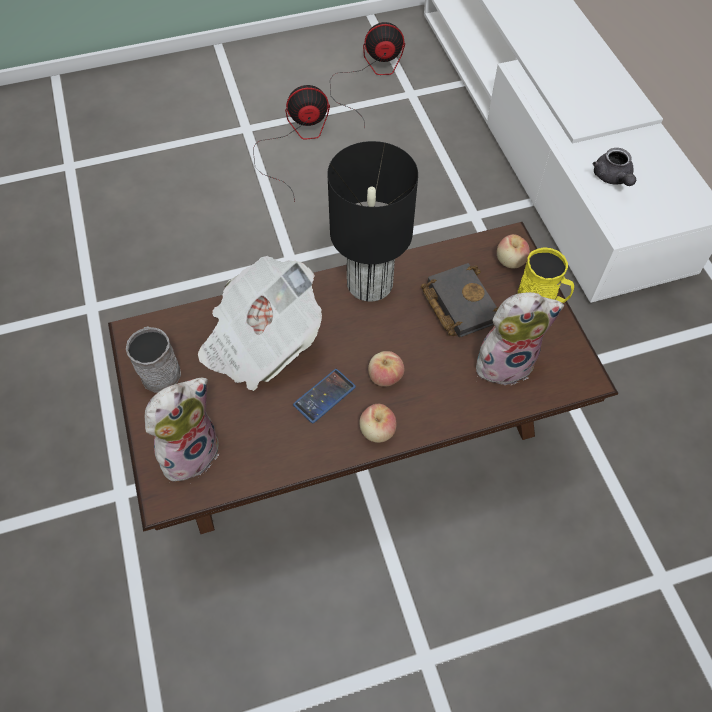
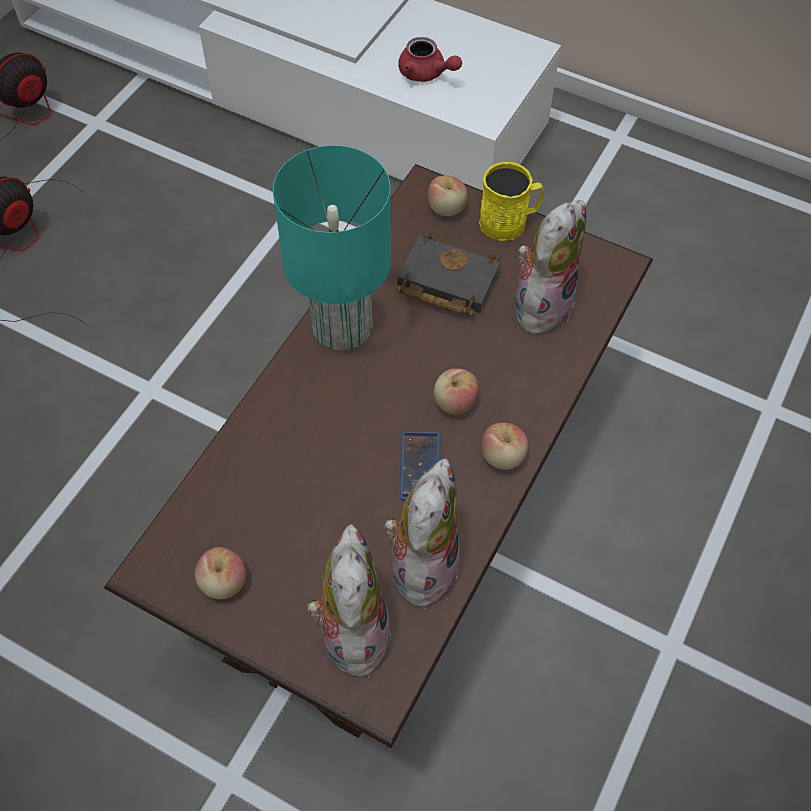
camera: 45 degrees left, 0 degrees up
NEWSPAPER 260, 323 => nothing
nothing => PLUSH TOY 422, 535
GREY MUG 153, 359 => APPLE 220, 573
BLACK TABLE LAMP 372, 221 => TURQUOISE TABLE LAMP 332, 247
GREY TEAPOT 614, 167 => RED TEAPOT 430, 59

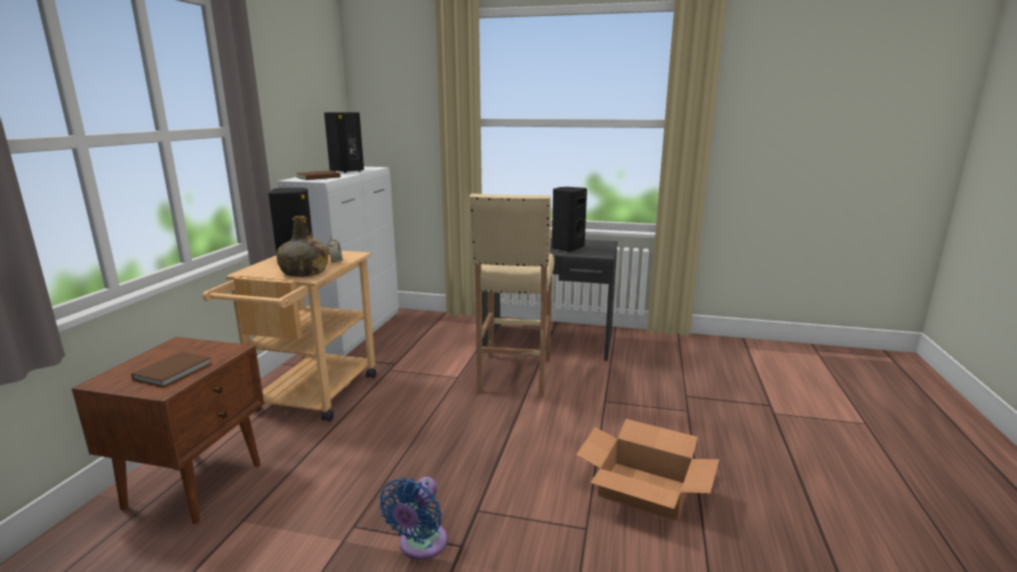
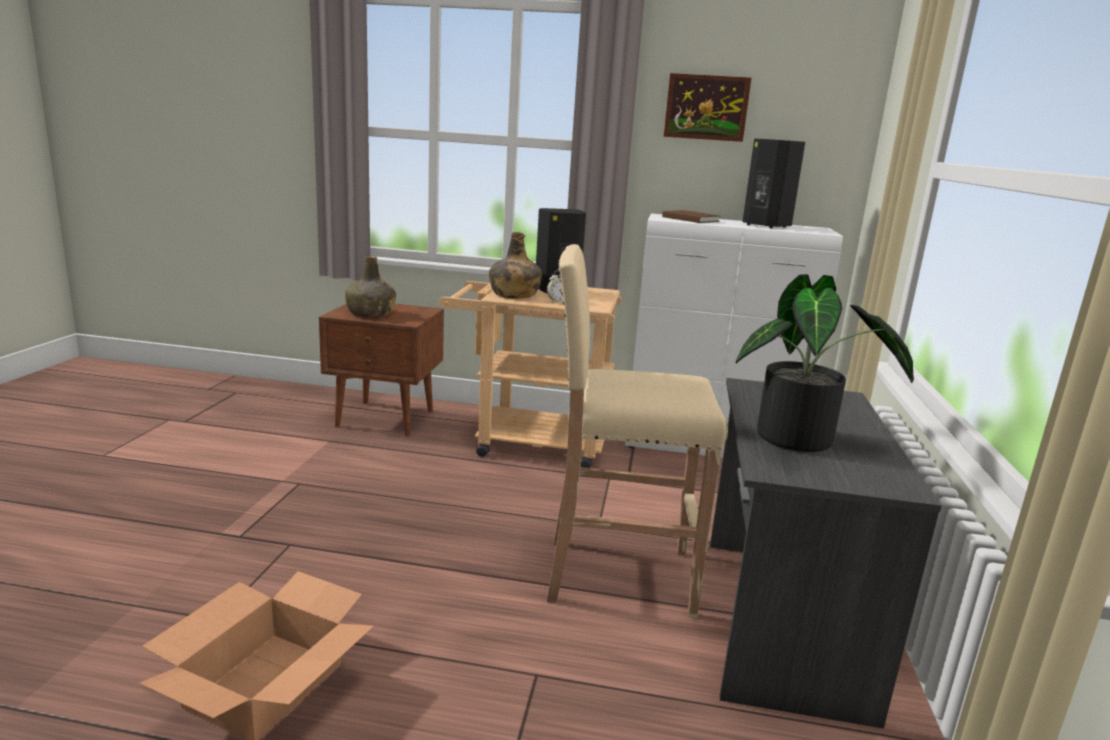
camera: 85 degrees right, 0 degrees up
BLUE FAN 413, 518 => nothing
nothing => PICTURE 707, 107
BROWN BOOK 171, 369 => GREEN BOTTLE 370, 287
BLACK SPEAKER 569, 219 => POTTED PLANT 825, 363

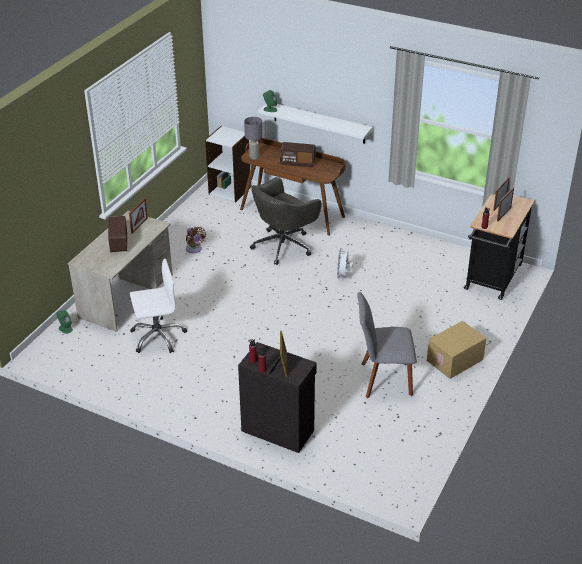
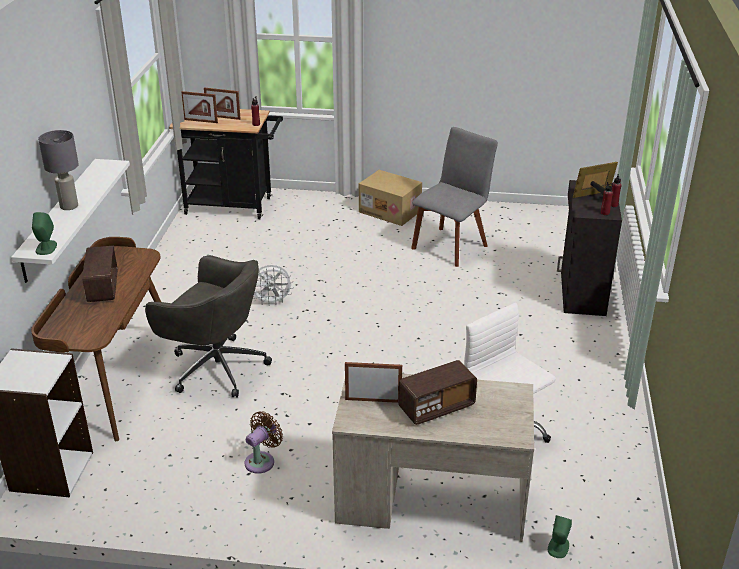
camera: 110 degrees left, 5 degrees down
GREY TABLE LAMP 253, 138 => GREY TABLE LAMP 58, 170, move
GREY CHAIR 387, 345 => GREY CHAIR 454, 197, 120 degrees counterclockwise

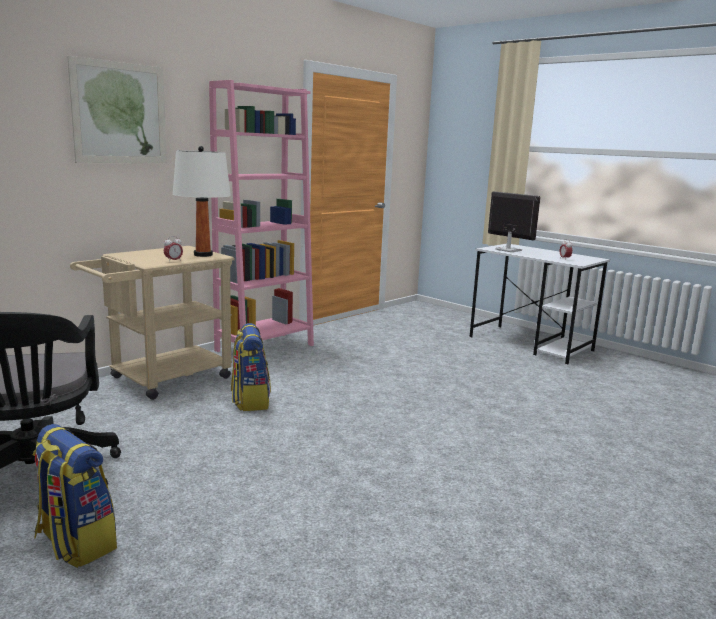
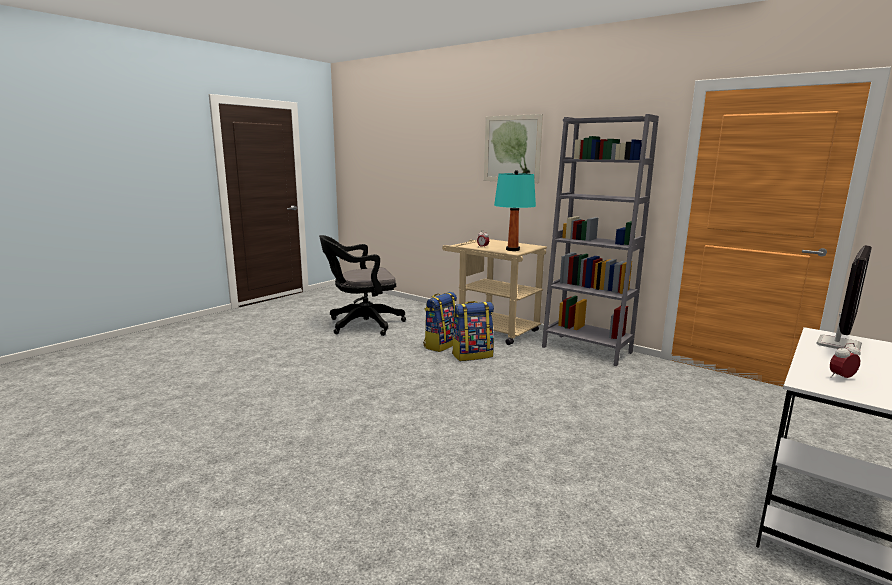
camera: 85 degrees right, 0 degrees up
BACKPACK 75, 496 => BACKPACK 440, 322, move
WHITE TABLE LAMP 202, 201 => TURQUOISE TABLE LAMP 515, 210
PINK BOOKCASE 261, 216 => GREY BOOKCASE 600, 240

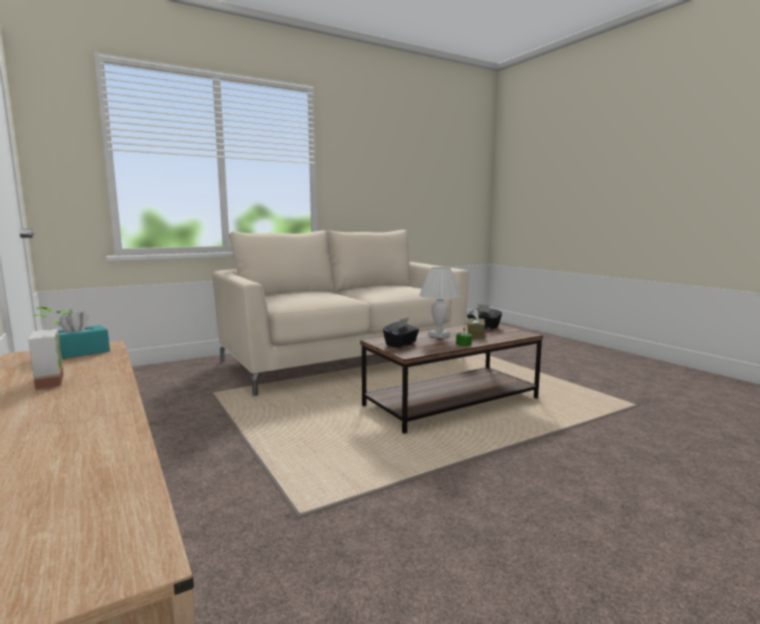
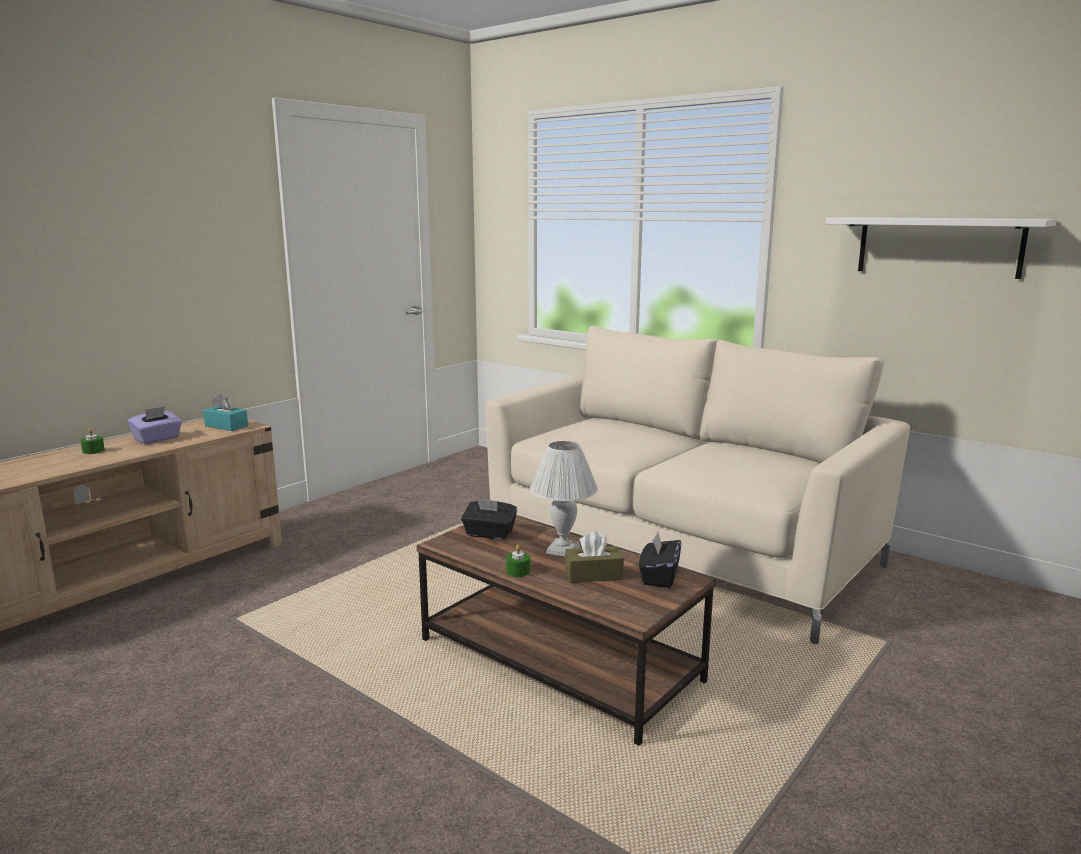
camera: 70 degrees right, 5 degrees up
nothing => GREEN CANDLE 92, 441
nothing => WHITE SHELF 941, 248
POTTED PLANT 51, 348 => PURPLE TISSUE BOX 154, 425

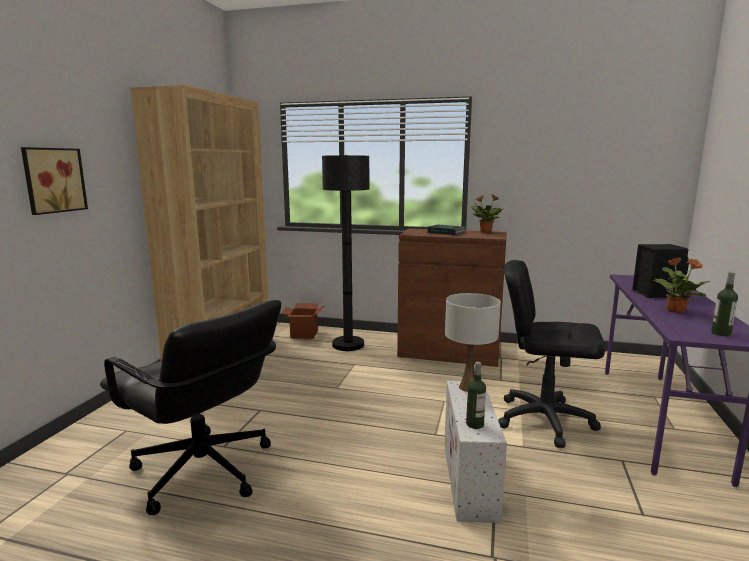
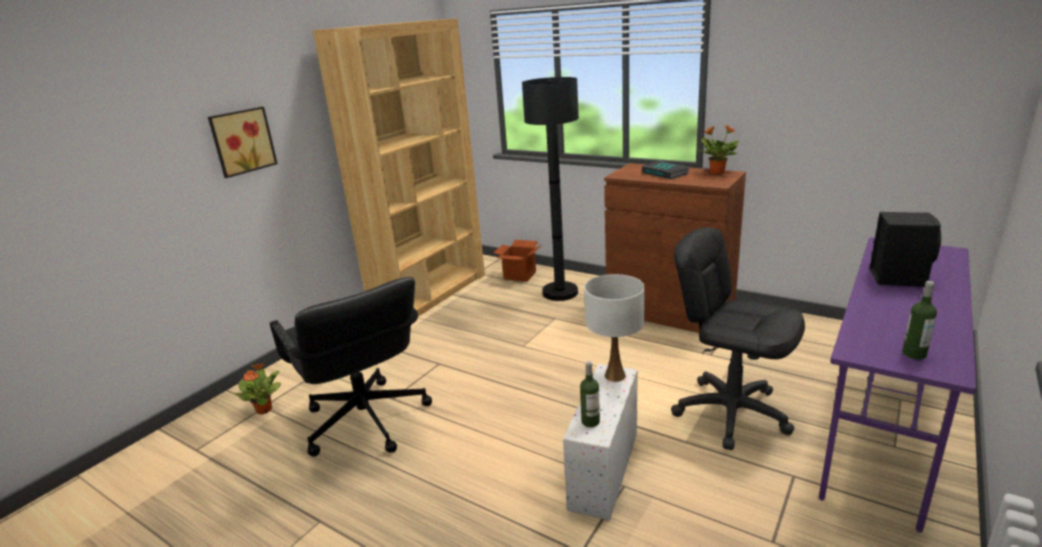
camera: 20 degrees right, 10 degrees up
POTTED PLANT 681, 285 => POTTED PLANT 257, 388, move

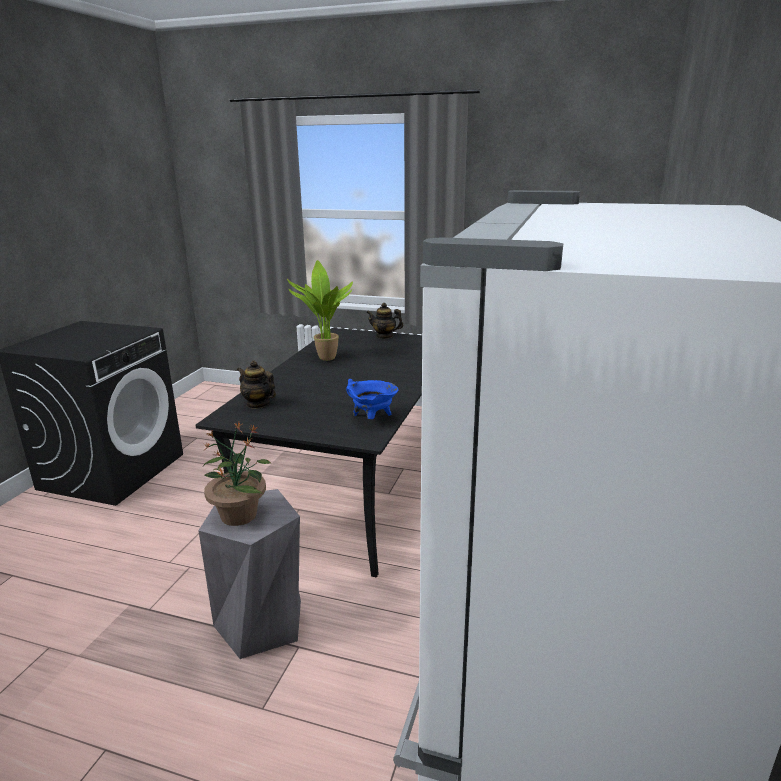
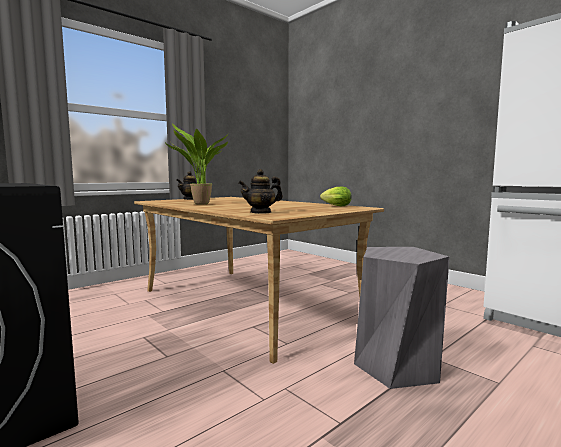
camera: 60 degrees left, 15 degrees down
POTTED PLANT 237, 474 => nothing
BLUE COOKING POT 372, 399 => LETTUCE 336, 196
BLACK DINING TABLE 308, 452 => BEIGE DINING TABLE 259, 280

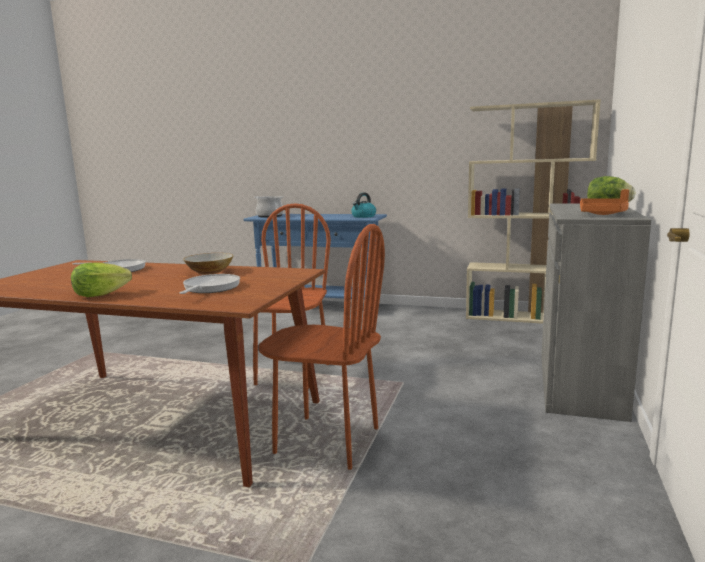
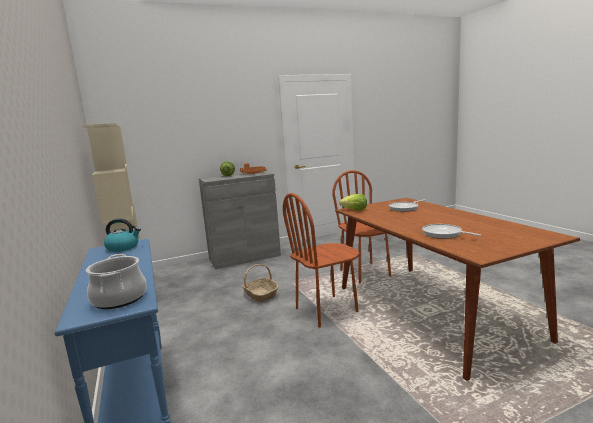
camera: 130 degrees left, 0 degrees up
BOWL 208, 264 => nothing
nothing => BASKET 260, 283
LETTUCE 101, 279 => LETTUCE 353, 202, move

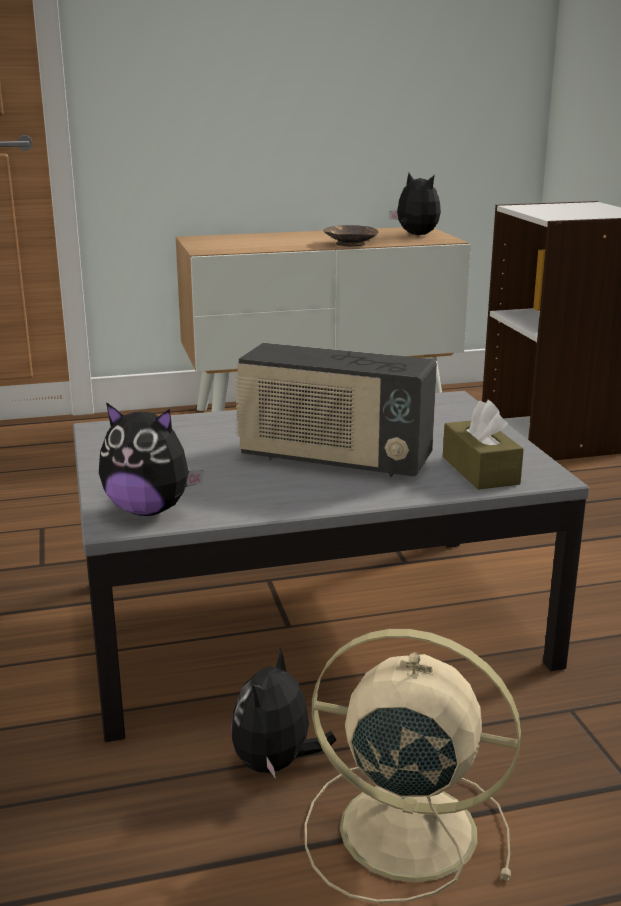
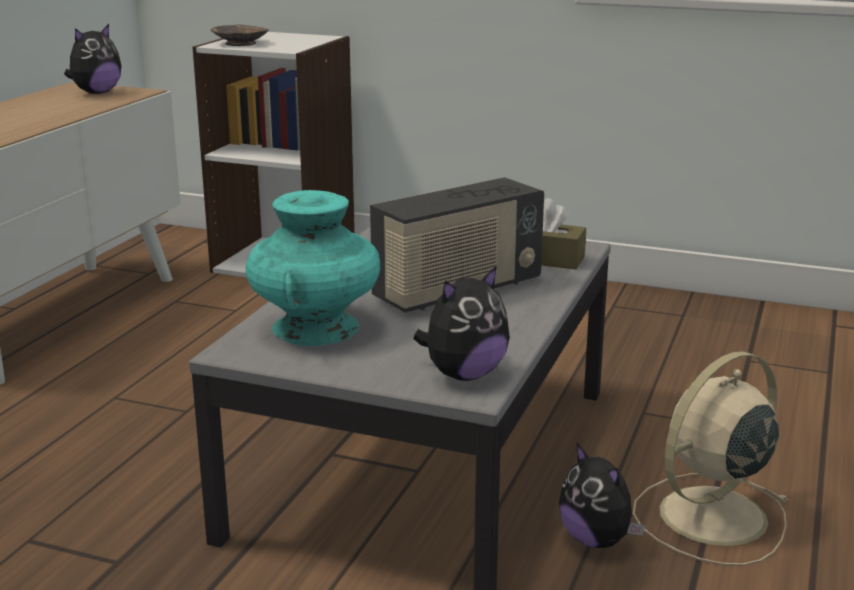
camera: 55 degrees left, 0 degrees up
nothing => TURQUOISE VASE 312, 268
BROWN BOWL 350, 235 => BROWN BOWL 240, 35, move
PLUSH TOY 415, 204 => PLUSH TOY 92, 59, 135 degrees clockwise

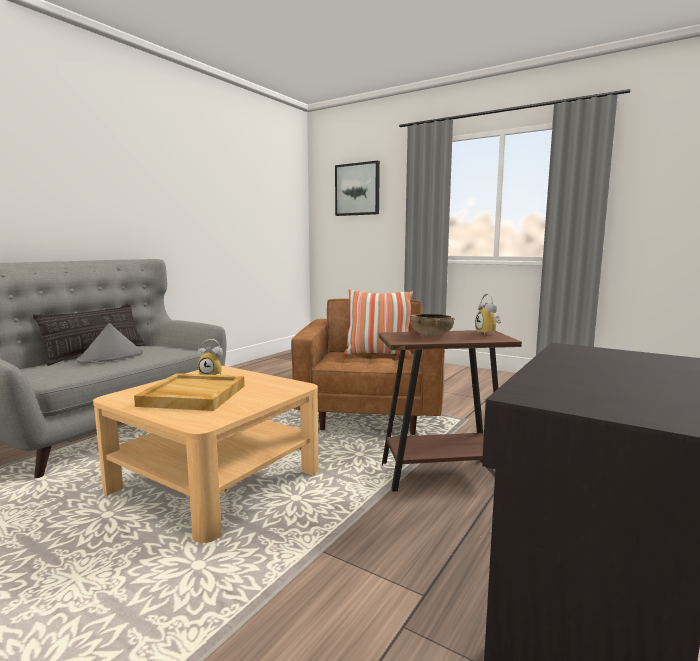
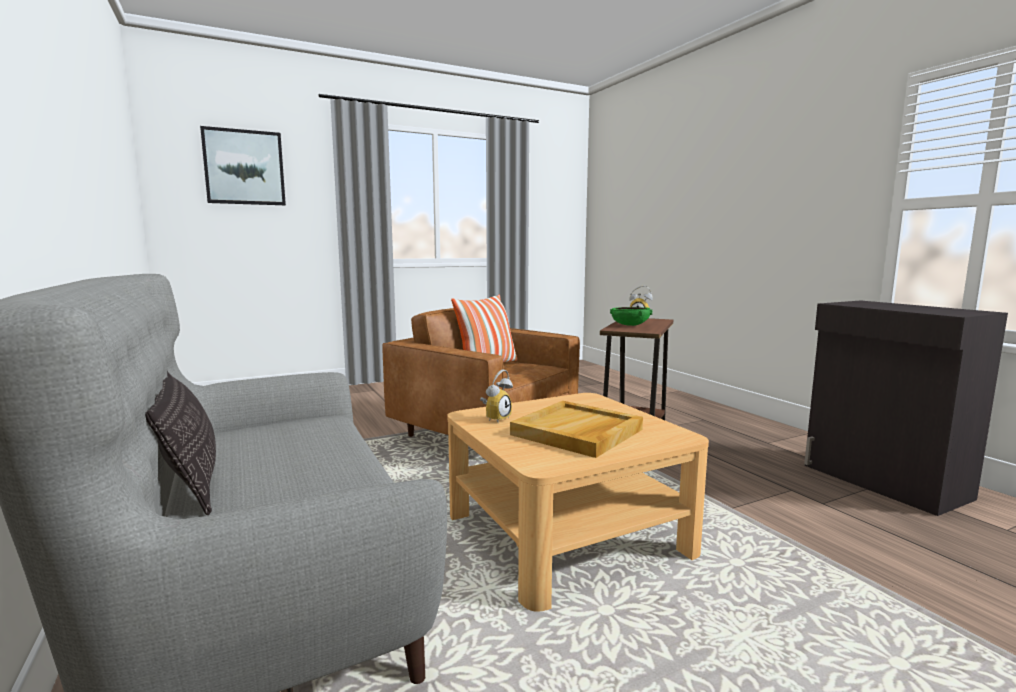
camera: 60 degrees left, 0 degrees up
GREY HAT 110, 343 => nothing
BROWN BOWL 432, 325 => GREEN BOWL 631, 316

